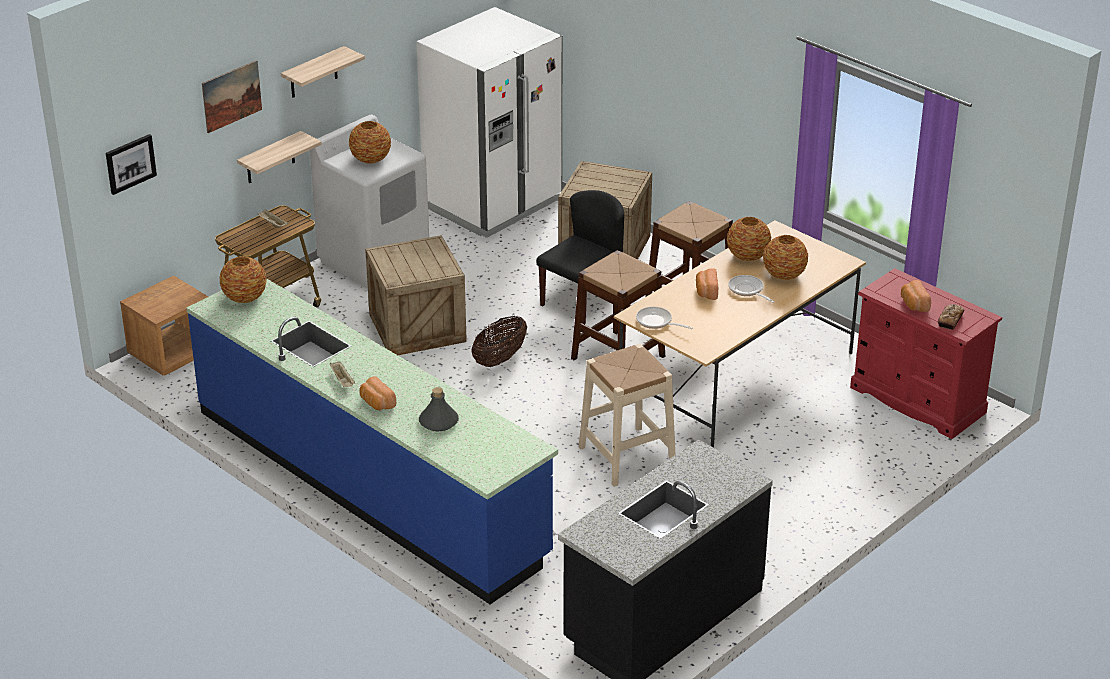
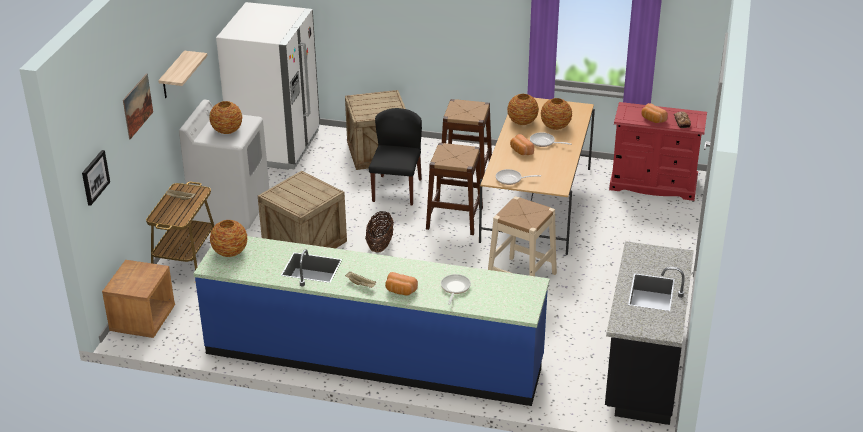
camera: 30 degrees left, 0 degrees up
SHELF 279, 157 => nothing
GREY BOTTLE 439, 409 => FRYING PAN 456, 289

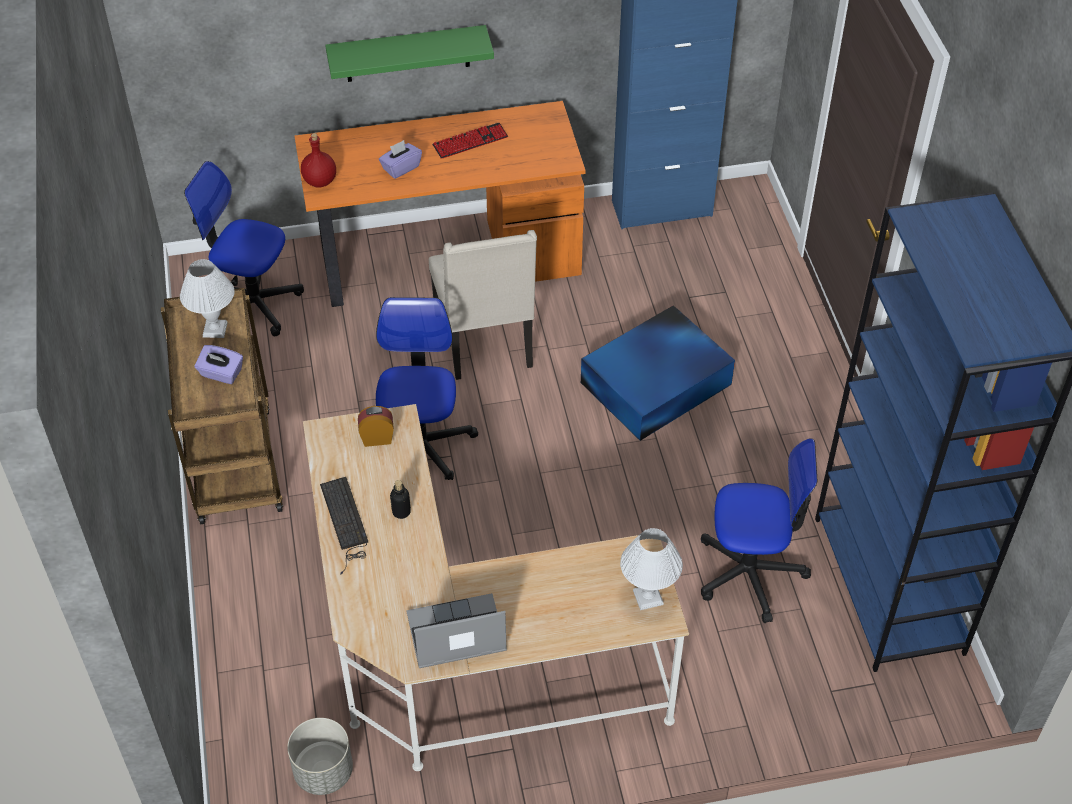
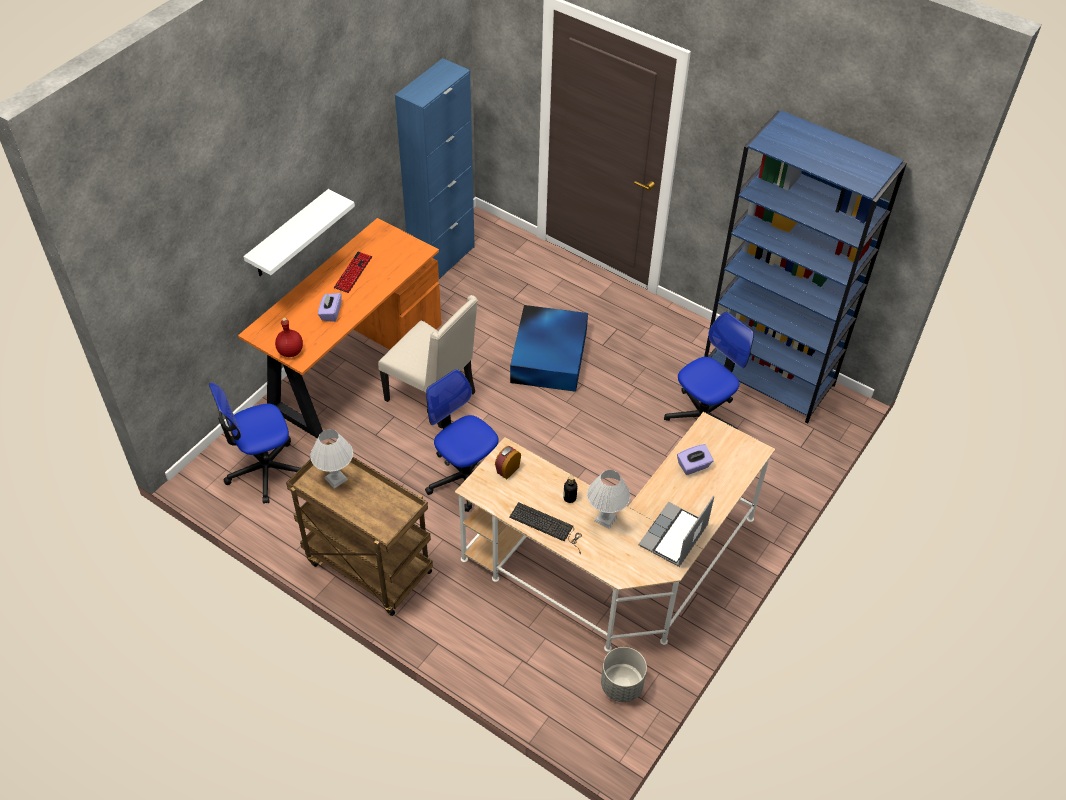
camera: 45 degrees left, 0 degrees up
PURPLE TISSUE BOX 218, 364 => PURPLE TISSUE BOX 695, 459, move
WHITE TABLE LAMP 651, 569 => WHITE TABLE LAMP 608, 499, move
GREEN SHELF 409, 53 => WHITE SHELF 299, 232

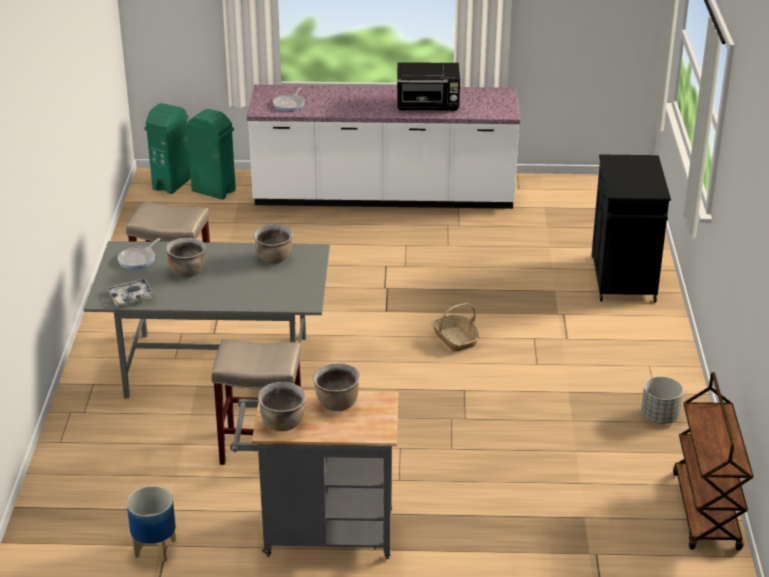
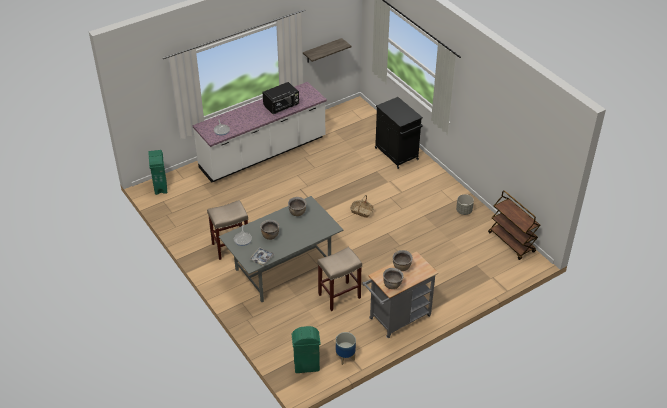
camera: 35 degrees left, 10 degrees up
nothing => SHELF 327, 50
GREEN TRASH CAN 210, 154 => GREEN TRASH CAN 306, 349, move

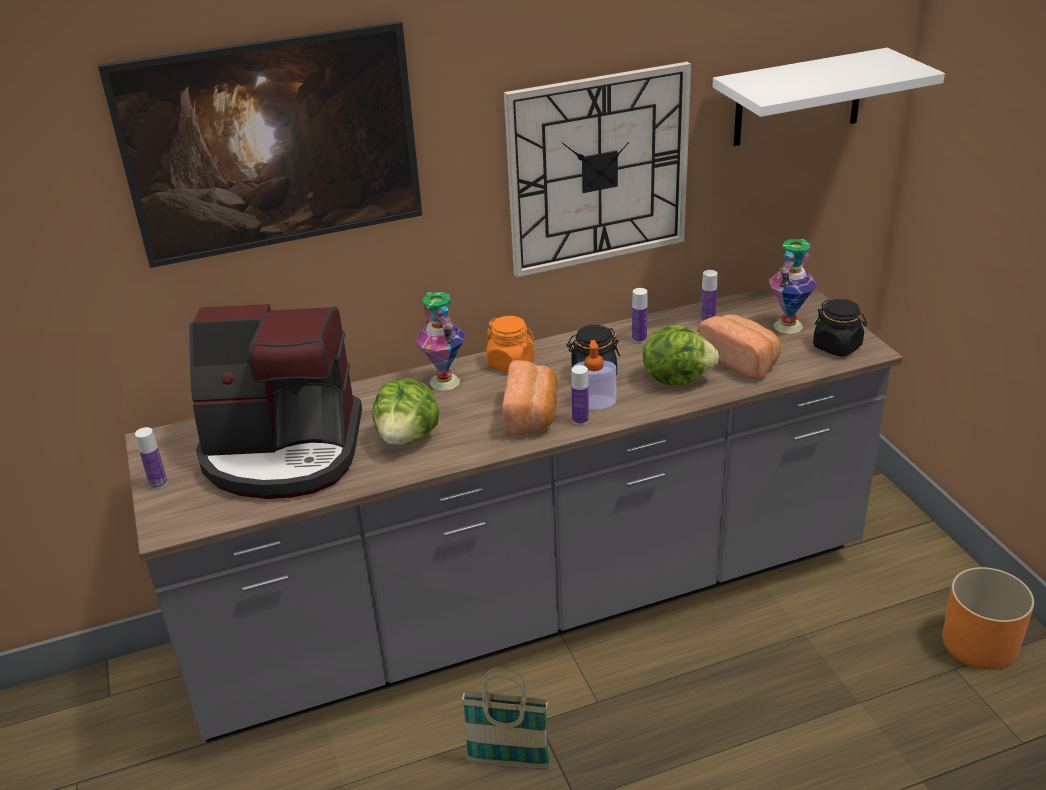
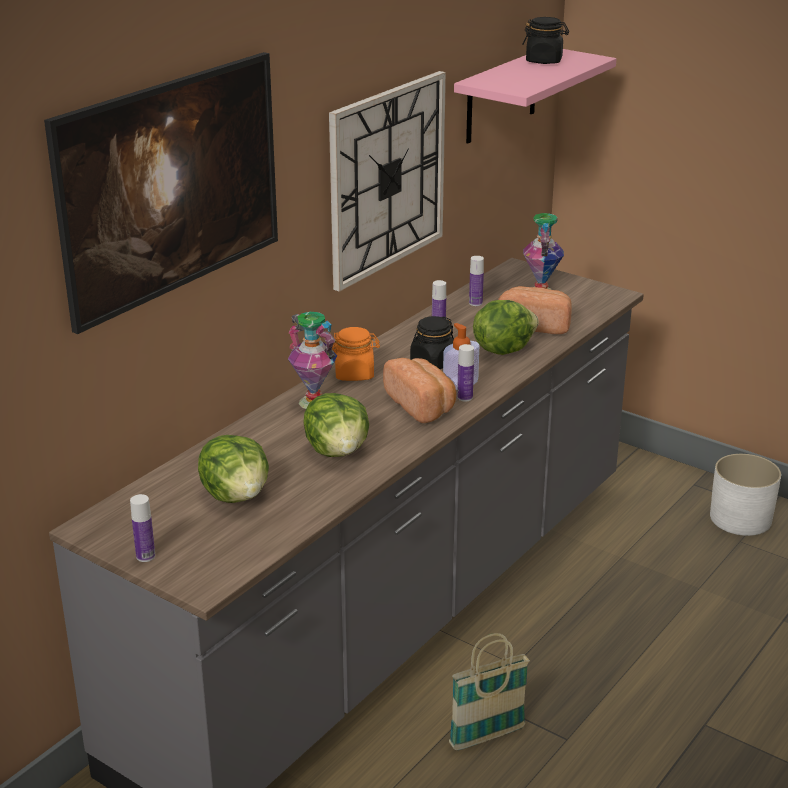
camera: 35 degrees left, 5 degrees down
BLACK JAR 840, 328 => BLACK JAR 545, 40, move
COFFEE MACHINE 275, 401 => LETTUCE 233, 469
WHITE SHELF 828, 97 => PINK SHELF 535, 96
ORANGE PLANTER 988, 618 => WHITE PLANTER 745, 495

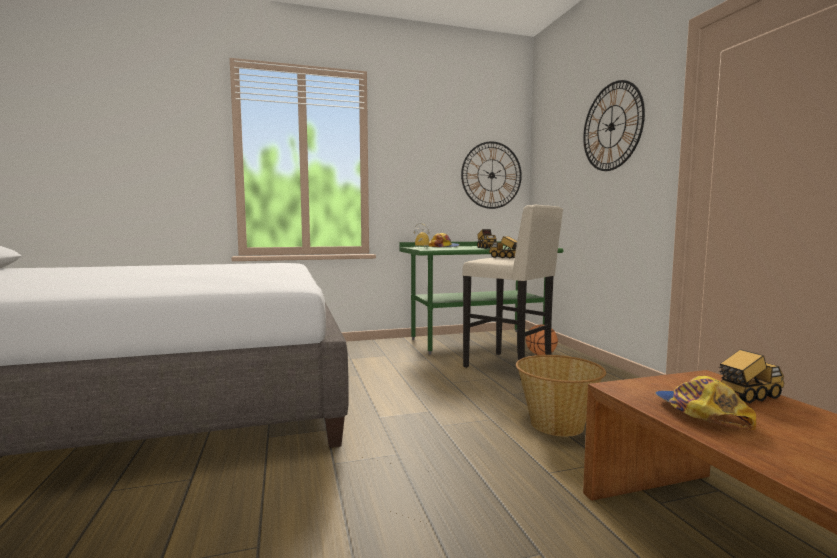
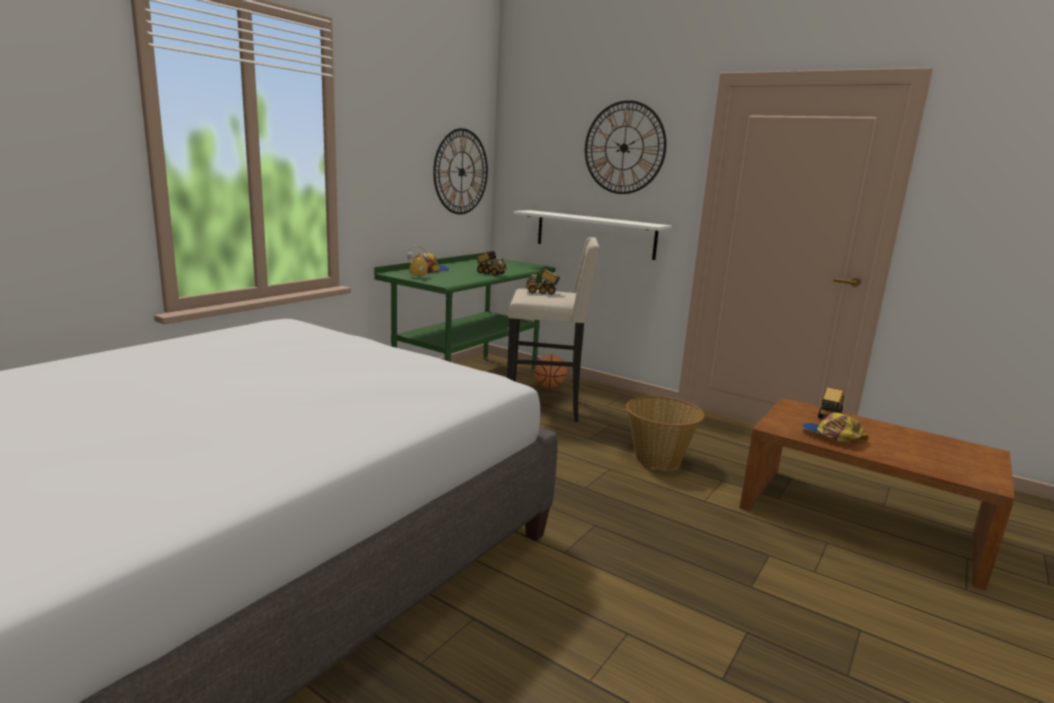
camera: 40 degrees left, 10 degrees up
nothing => WHITE SHELF 593, 235

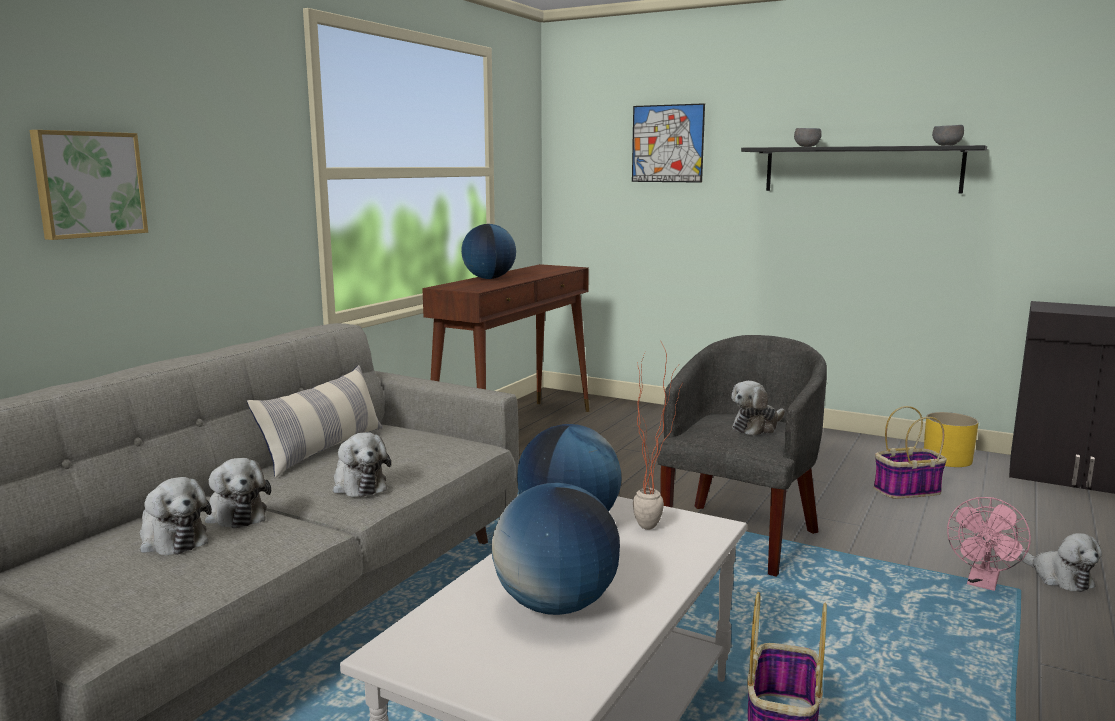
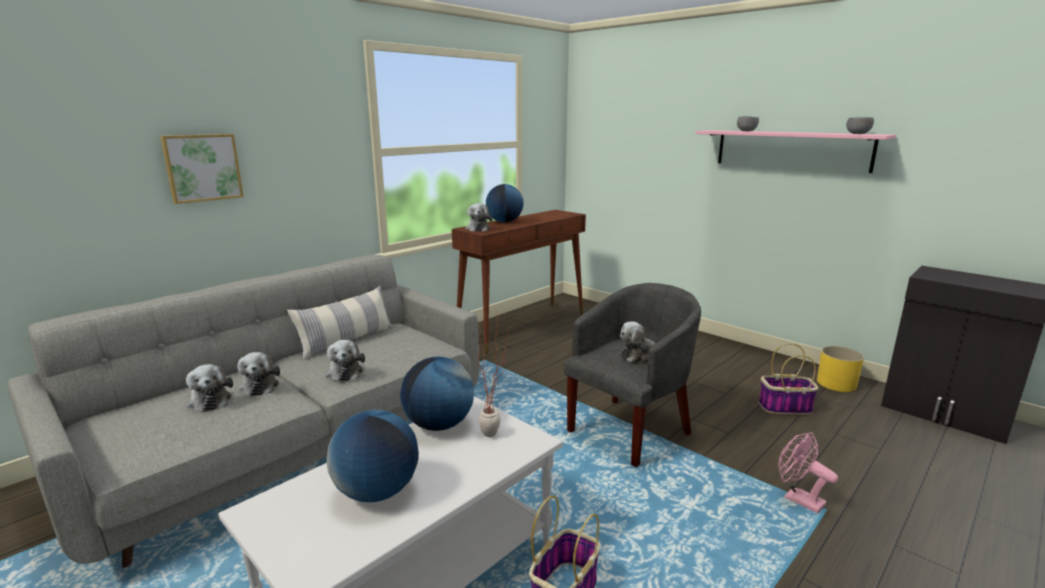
camera: 15 degrees right, 5 degrees up
PICTURE 668, 143 => nothing
PLUSH TOY 1061, 562 => PLUSH TOY 479, 217, move
BLACK SHELF 864, 169 => PINK SHELF 795, 151
PINK FAN 989, 544 => PINK FAN 808, 472, 90 degrees clockwise

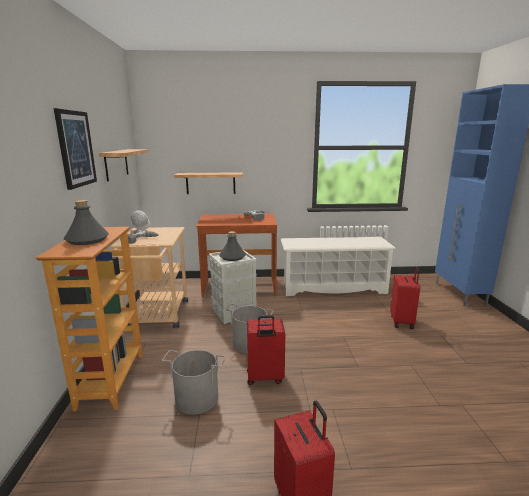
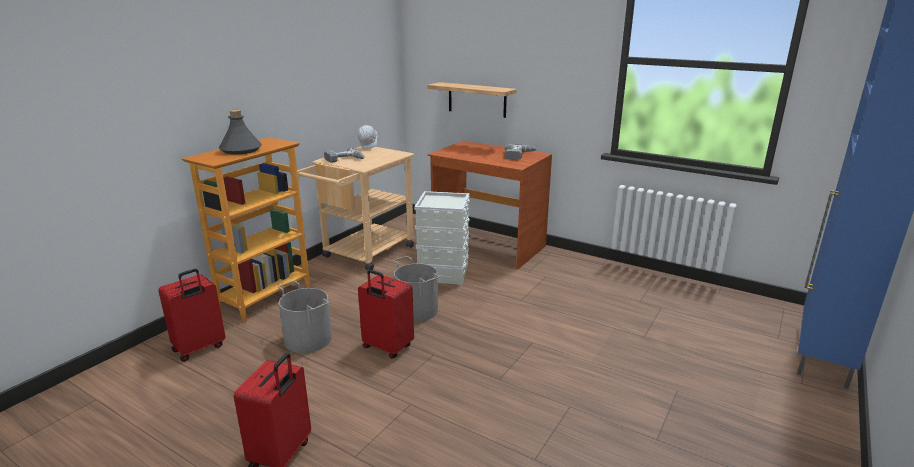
camera: 35 degrees right, 5 degrees up
PICTURE 75, 149 => nothing
SHELF 123, 165 => nothing
GREY BOTTLE 232, 246 => nothing
WHITE SHOE RACK 338, 266 => nothing
RED SUITCASE 405, 298 => RED SUITCASE 192, 315, move

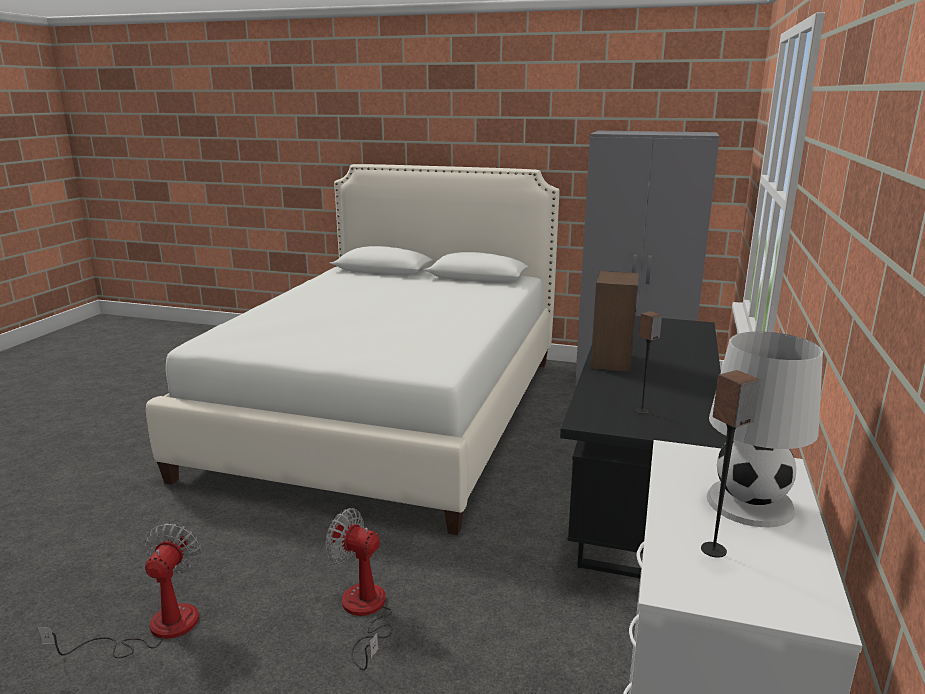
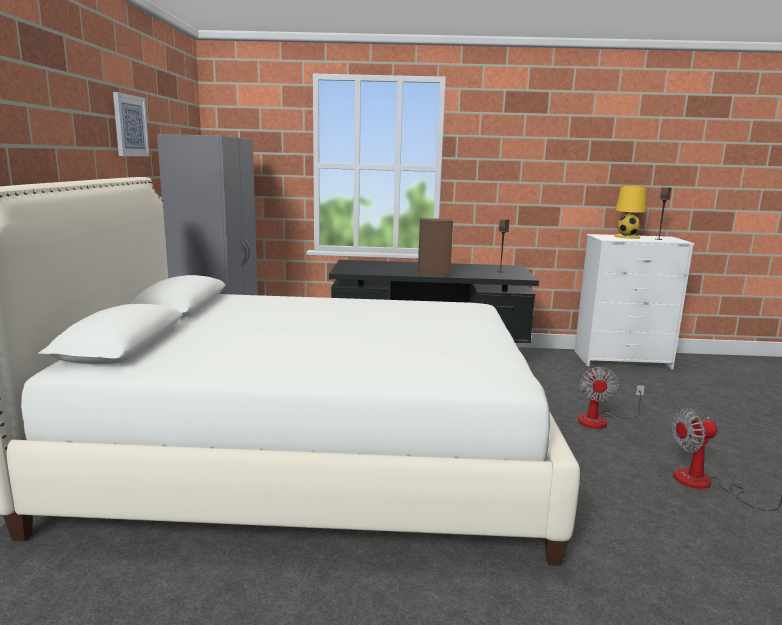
camera: 105 degrees left, 5 degrees down
nothing => PICTURE 131, 124
WHITE TABLE LAMP 765, 429 => YELLOW TABLE LAMP 630, 212

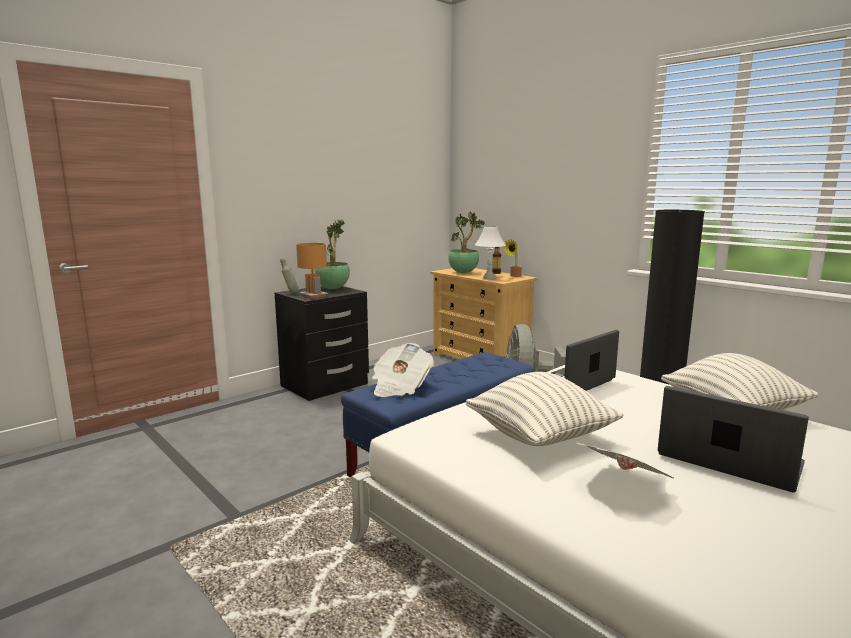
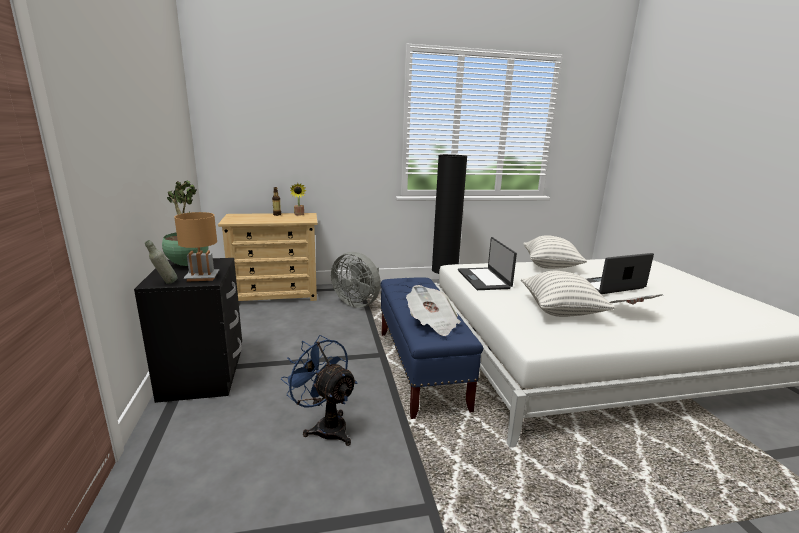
camera: 60 degrees left, 5 degrees up
POTTED PLANT 466, 242 => nothing
WHITE TABLE LAMP 490, 252 => nothing
nothing => BLUE FAN 319, 390

